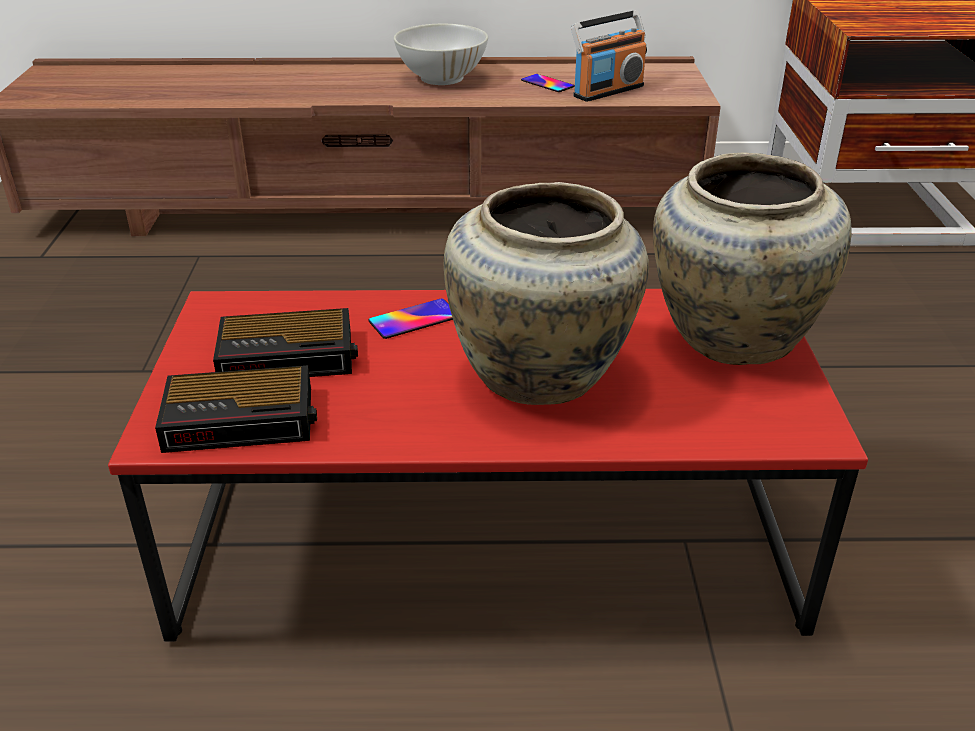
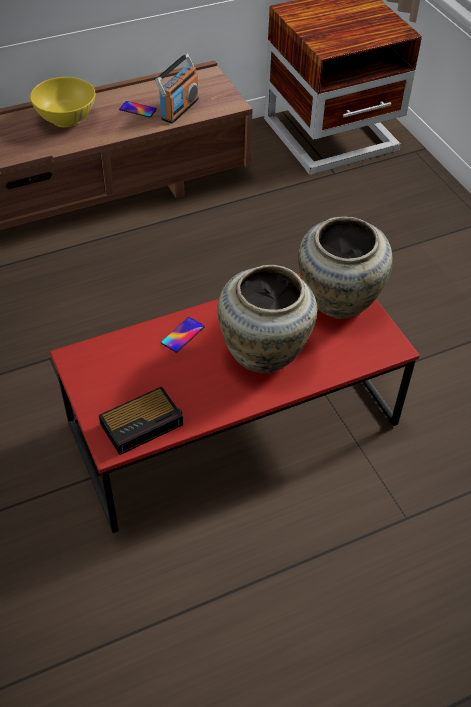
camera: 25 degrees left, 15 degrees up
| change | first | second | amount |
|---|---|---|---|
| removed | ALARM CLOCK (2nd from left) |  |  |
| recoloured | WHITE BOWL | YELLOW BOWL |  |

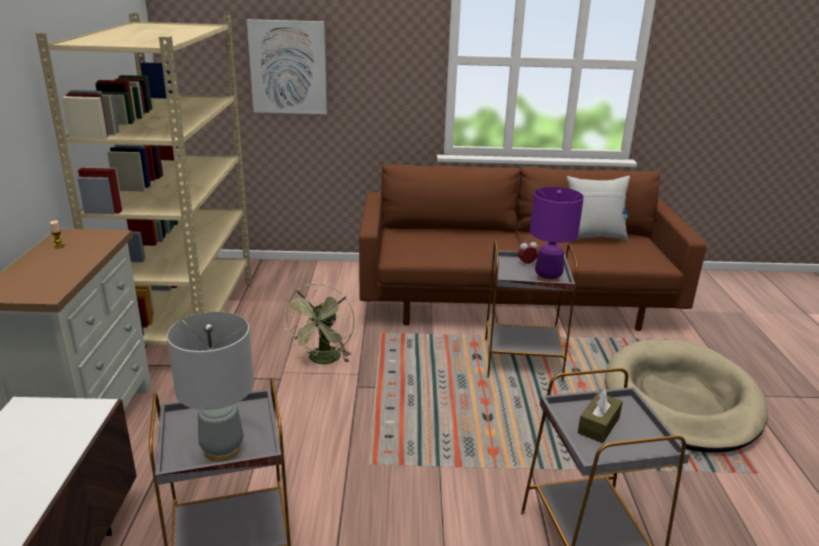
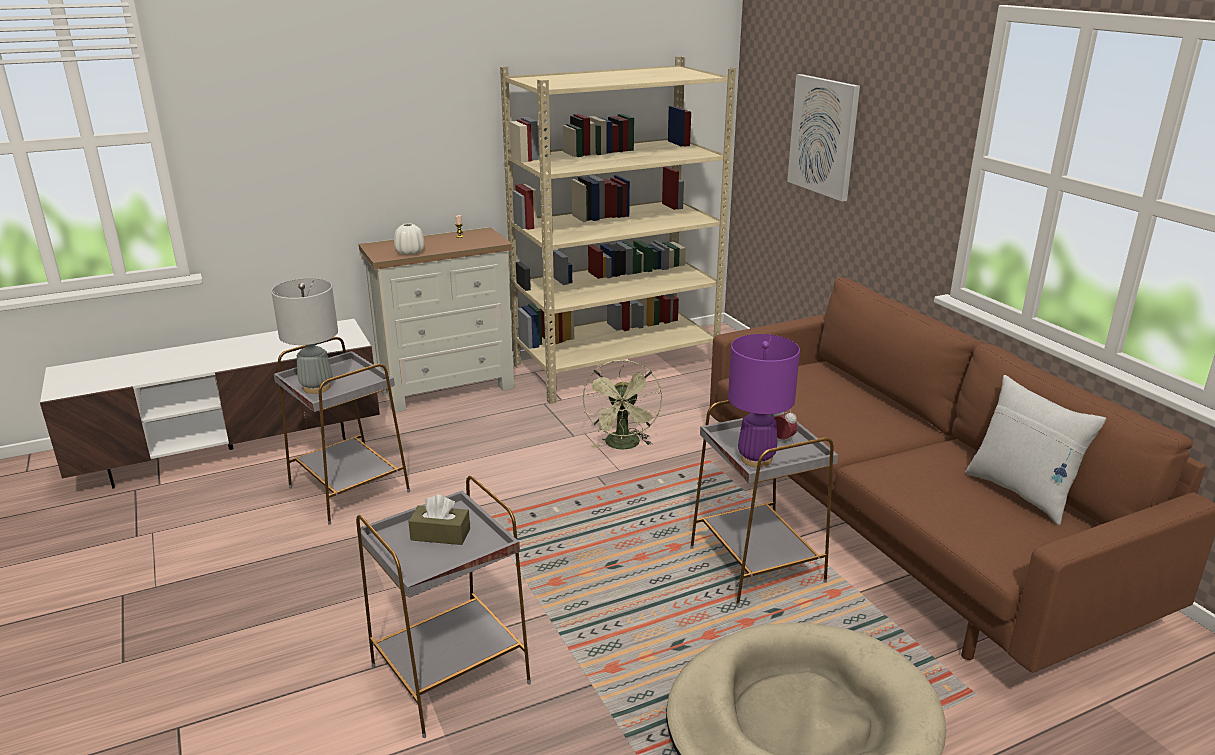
camera: 65 degrees right, 0 degrees up
| change | first | second | amount |
|---|---|---|---|
| turned | GREEN FAN |  | 75 degrees counterclockwise |
| added |  | WHITE VASE |  |

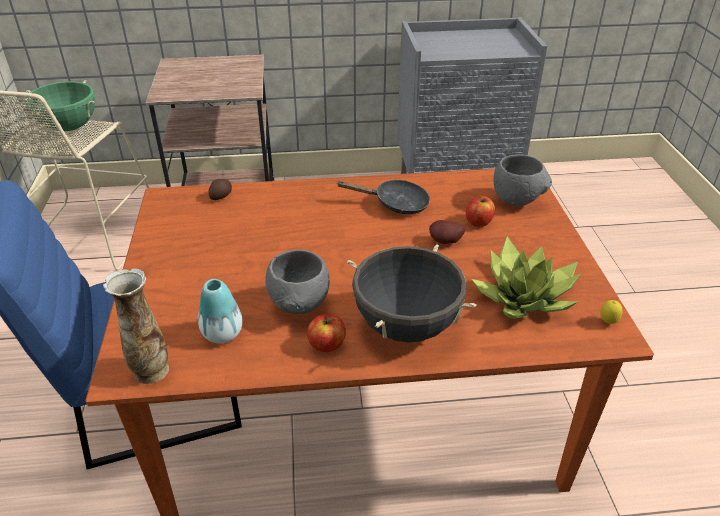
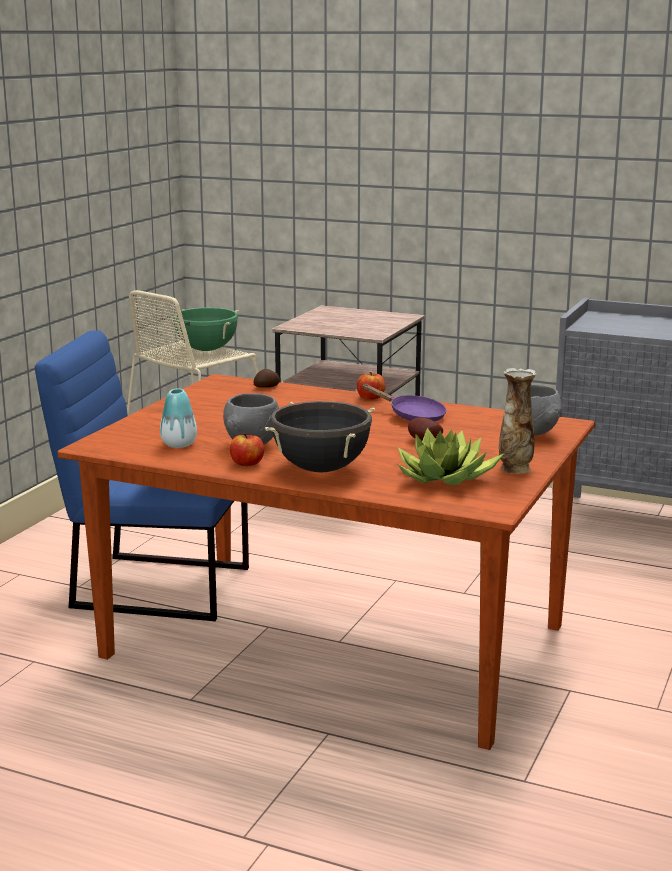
camera: 30 degrees right, 20 degrees down
| change | first | second | amount |
|---|---|---|---|
| moved | VASE (1st from left in the first image) | VASE (2nd from left) |  |
| recoloured | BLACK FRYING PAN | PURPLE FRYING PAN |  |
| moved | APPLE (2nd from left) |  |  |
| removed | LEMON |  |  |

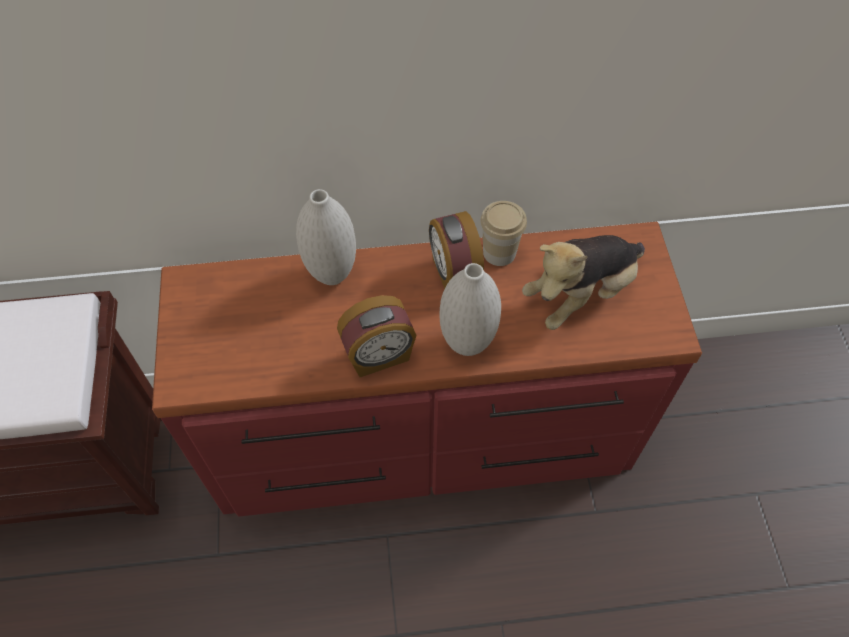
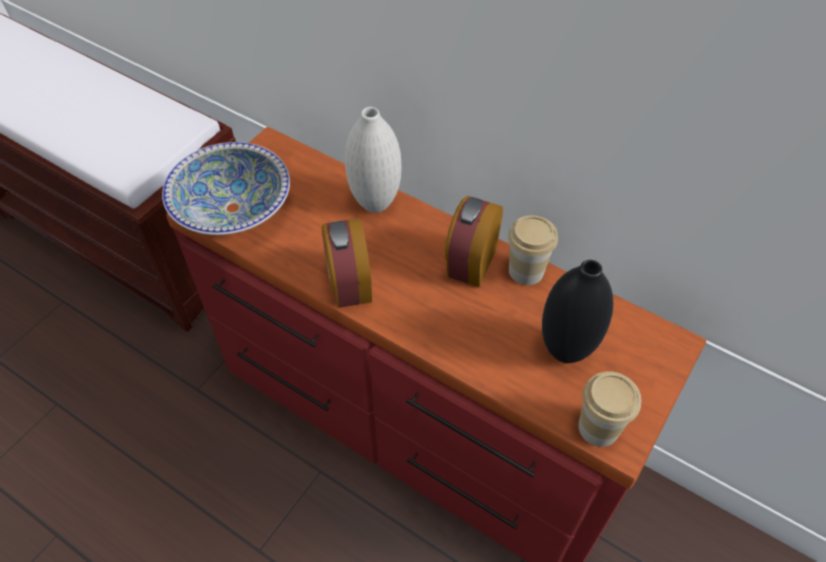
camera: 40 degrees right, 5 degrees down
| change | first | second | amount |
|---|---|---|---|
| turned | ALARM CLOCK (1st from left) |  | 60 degrees clockwise |
| removed | WHITE VASE (2nd from left) |  |  |
| replaced | PLUSH TOY | BLACK VASE |  |
| added |  | BOWL |  |
| added |  | CUP (2nd from left) |  |

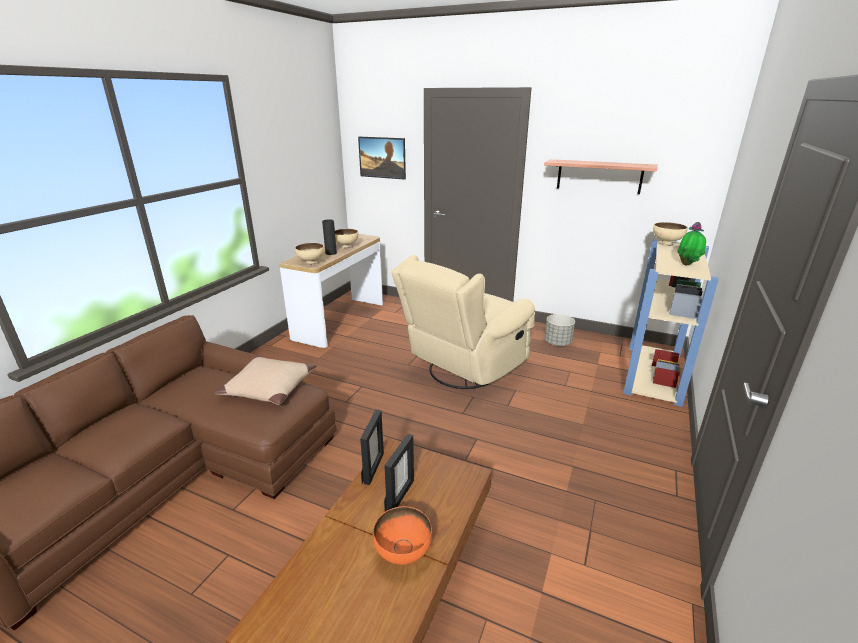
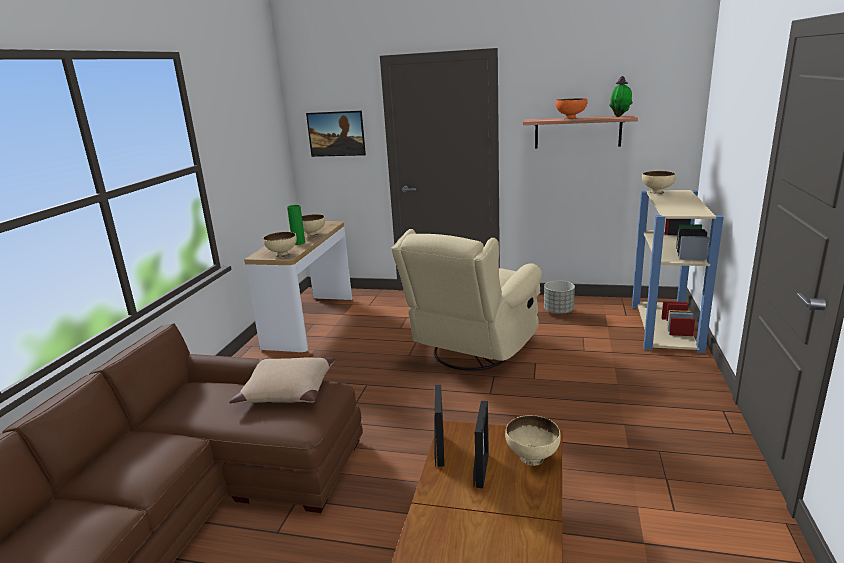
camera: 10 degrees left, 5 degrees down
| change | first | second | amount |
|---|---|---|---|
| recoloured | BLACK VASE | GREEN VASE |  |
| moved | ORANGE BOWL |  |  |
| moved | POTTED PLANT |  |  |
| added |  | BEIGE BOWL (3rd from left) |  |

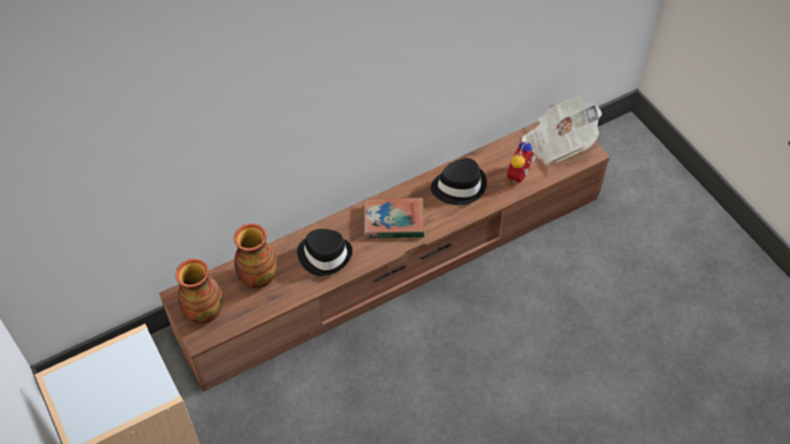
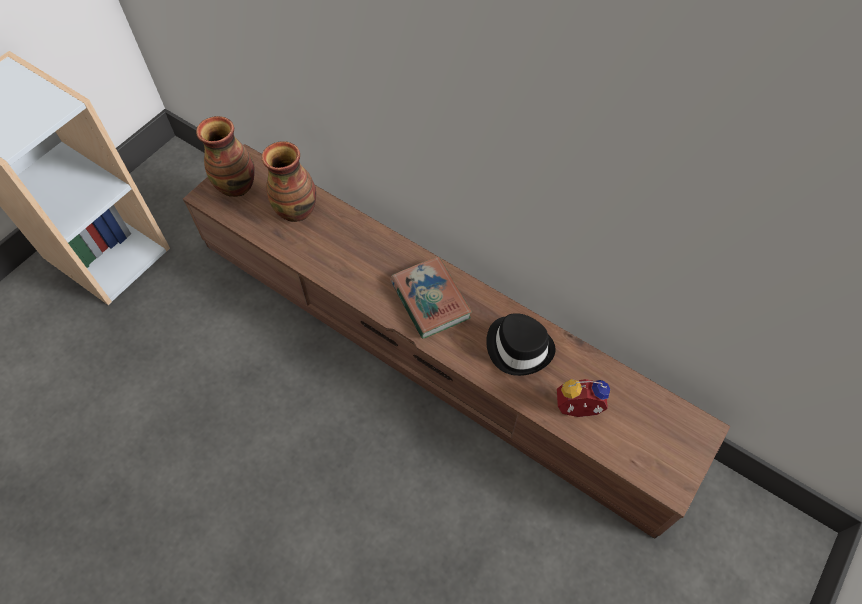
camera: 65 degrees right, 5 degrees up
| change | first | second | amount |
|---|---|---|---|
| removed | BLACK HAT (1st from left) |  |  |
| removed | NEWSPAPER |  |  |

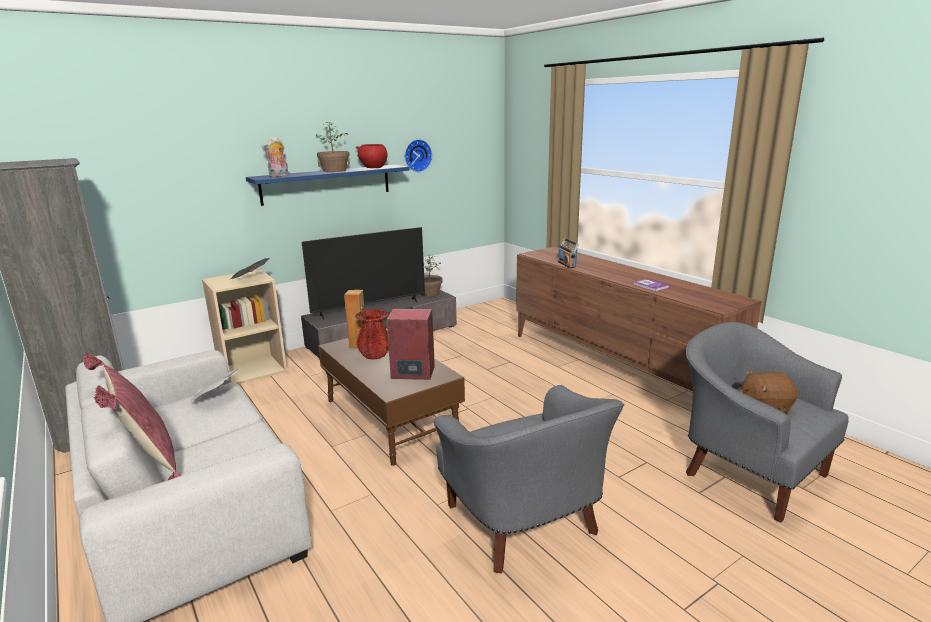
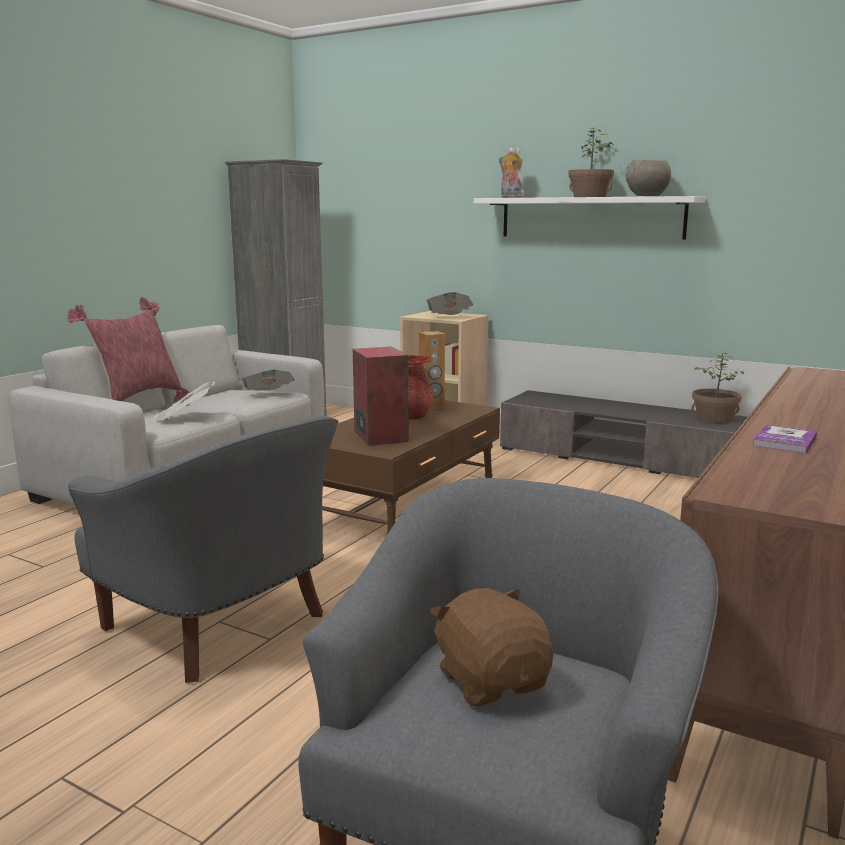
camera: 65 degrees right, 5 degrees down
| change | first | second | amount |
|---|---|---|---|
| recoloured | BLUE SHELF | WHITE SHELF |  |
| removed | TELEVISION |  |  |
| recoloured | RED BOWL | GREY BOWL |  |
| removed | WALL CLOCK |  |  |
| turned | GREY ARMCHAIR (1st from left) |  | 90 degrees counterclockwise |
| removed | RADIO |  |  |
| added |  | NEWSPAPER (1st from left) |  |

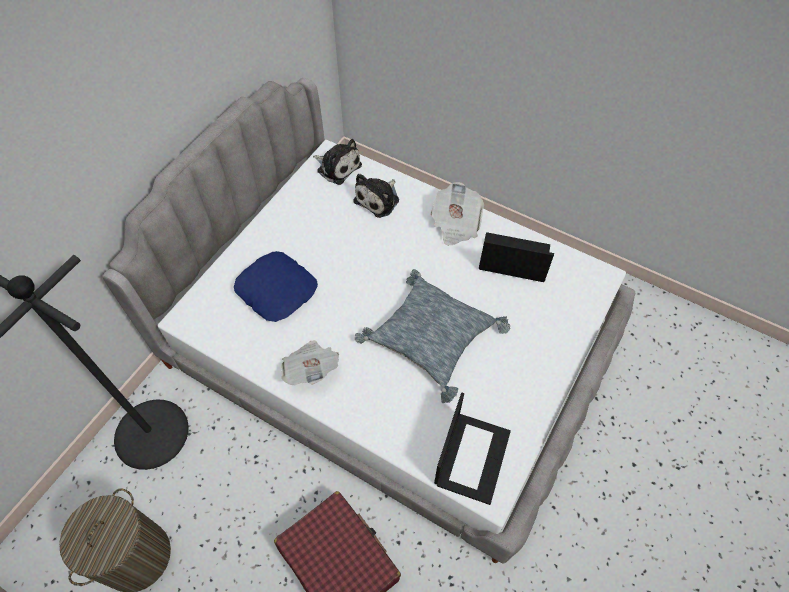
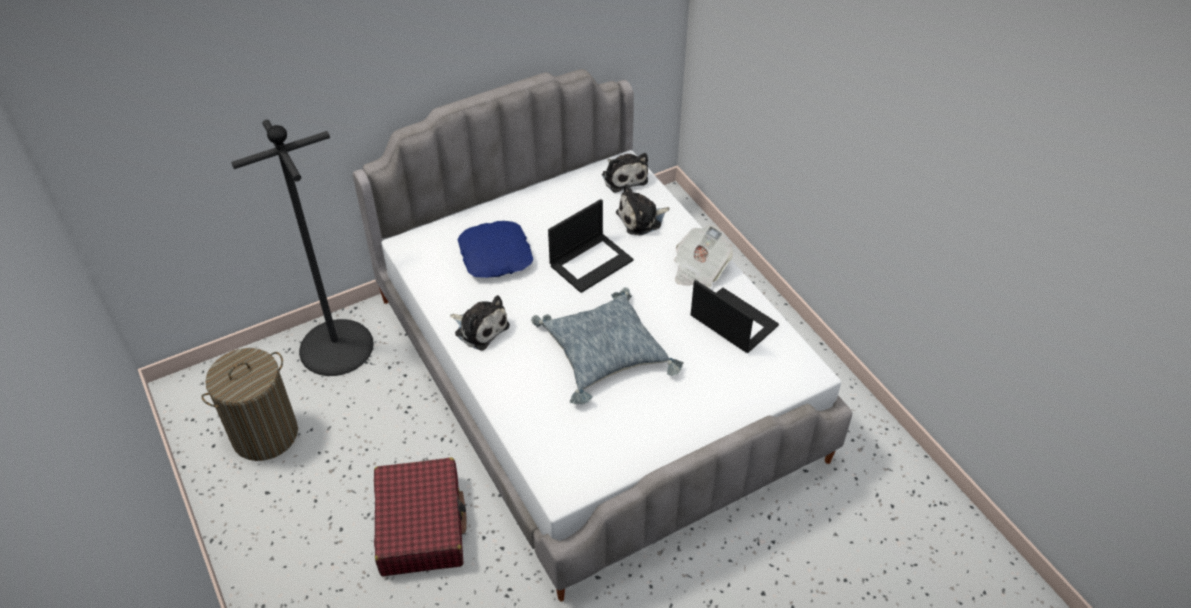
camera: 30 degrees right, 10 degrees down
| change | first | second | amount |
|---|---|---|---|
| replaced | NEWSPAPER (1st from left) | PLUSH TOY (1st from left) |  |
| moved | LAPTOP (1st from left) |  |  |

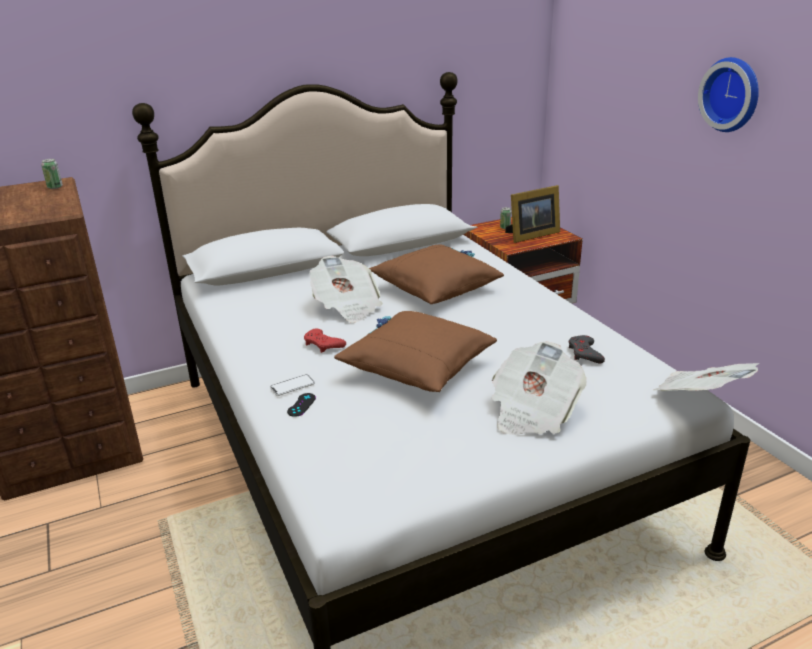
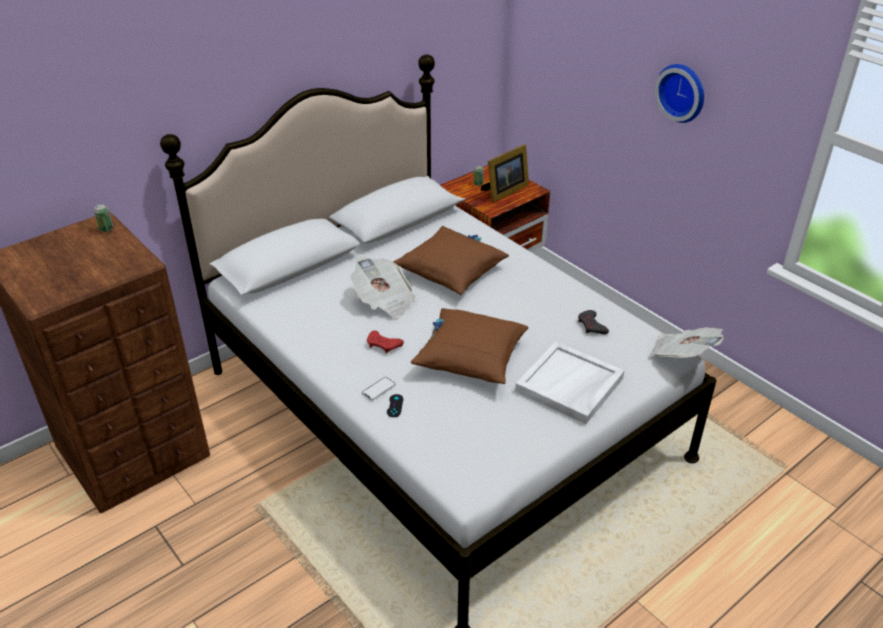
camera: 15 degrees left, 10 degrees up
| change | first | second | amount |
|---|---|---|---|
| replaced | NEWSPAPER (2nd from left) | WHITE TRAY |  |

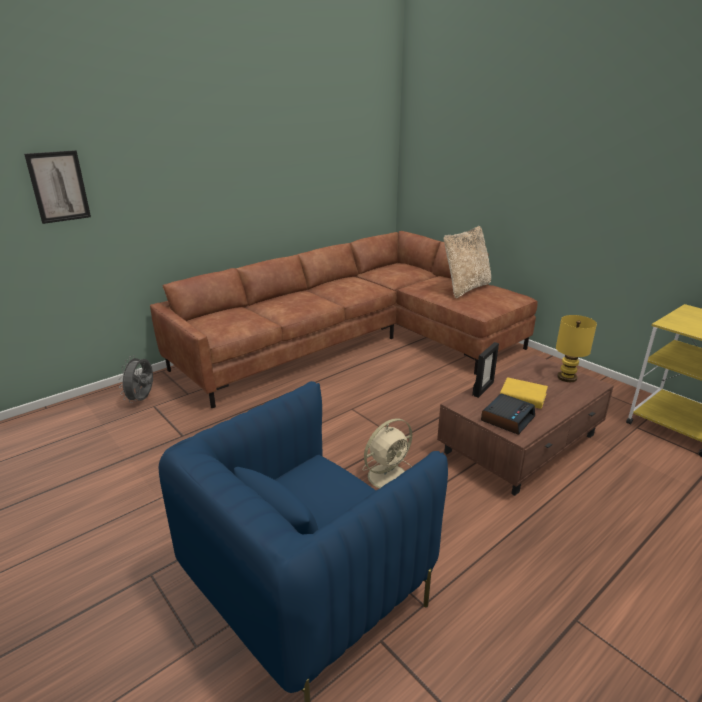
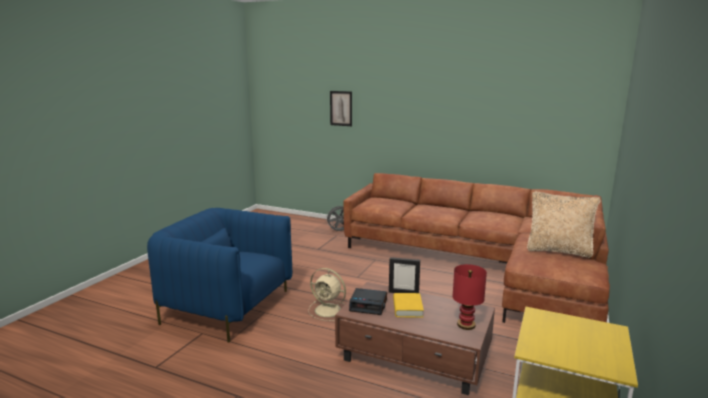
camera: 65 degrees right, 10 degrees down
| change | first | second | amount |
|---|---|---|---|
| recoloured | YELLOW TABLE LAMP | RED TABLE LAMP |  |

